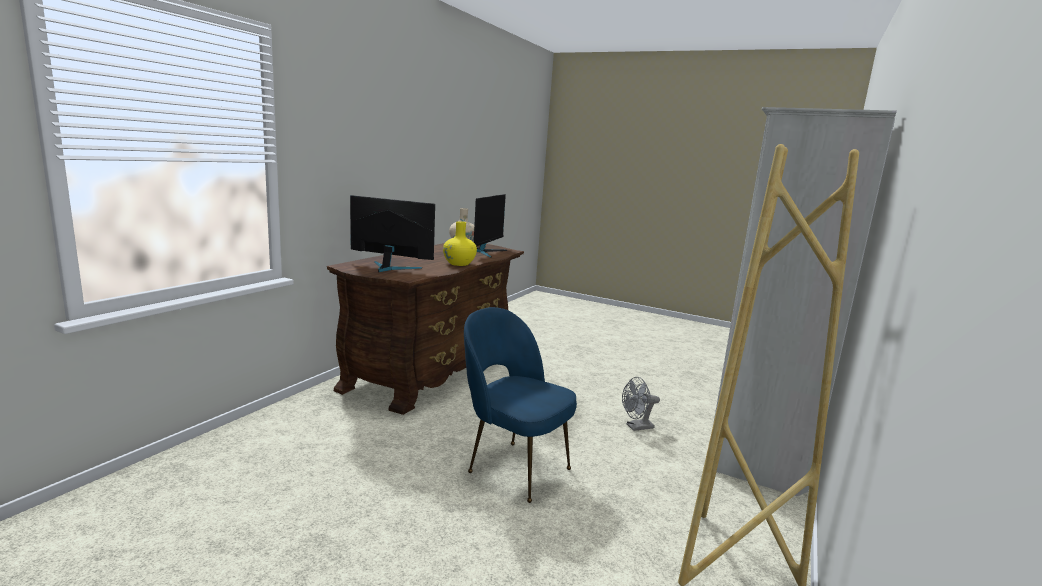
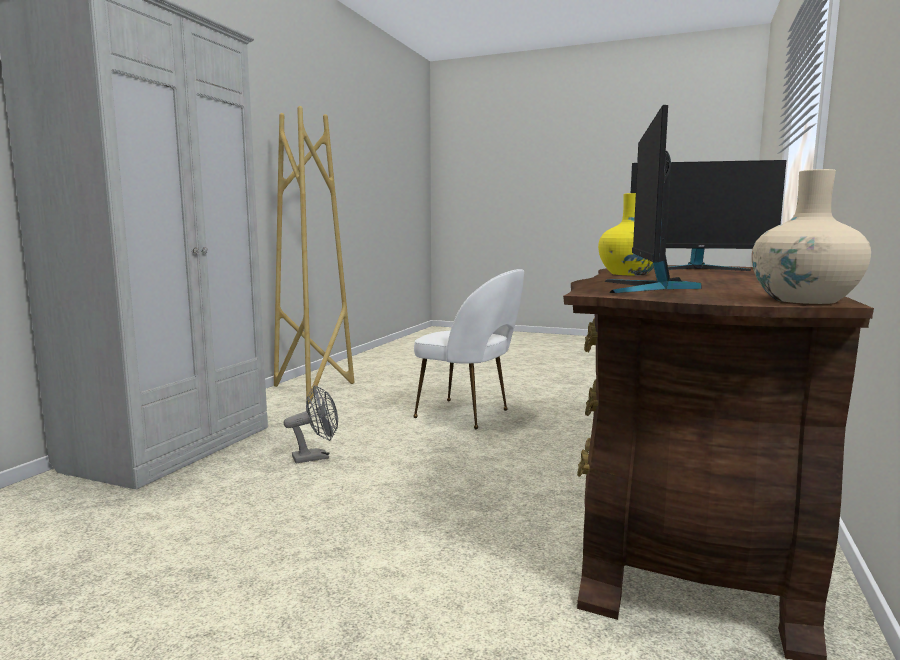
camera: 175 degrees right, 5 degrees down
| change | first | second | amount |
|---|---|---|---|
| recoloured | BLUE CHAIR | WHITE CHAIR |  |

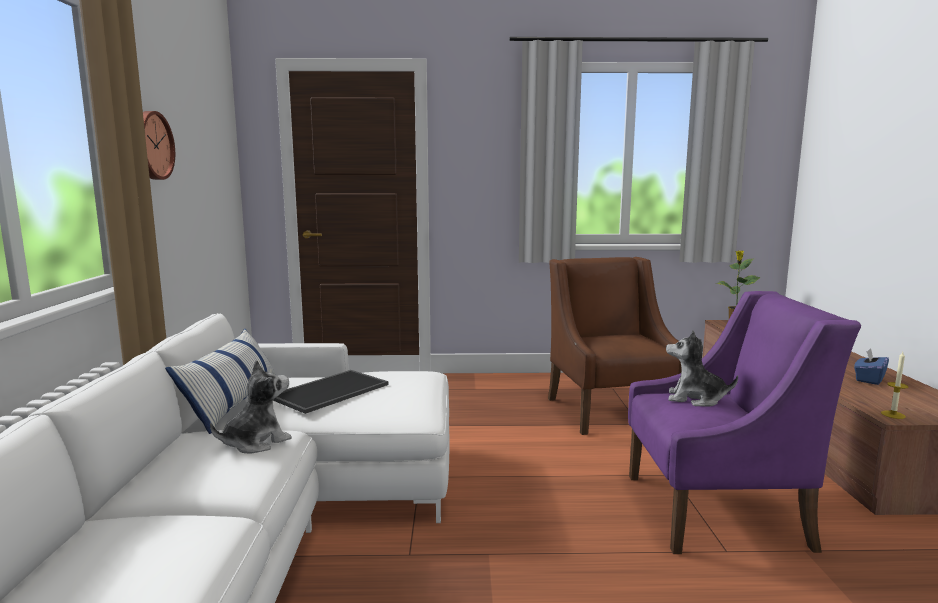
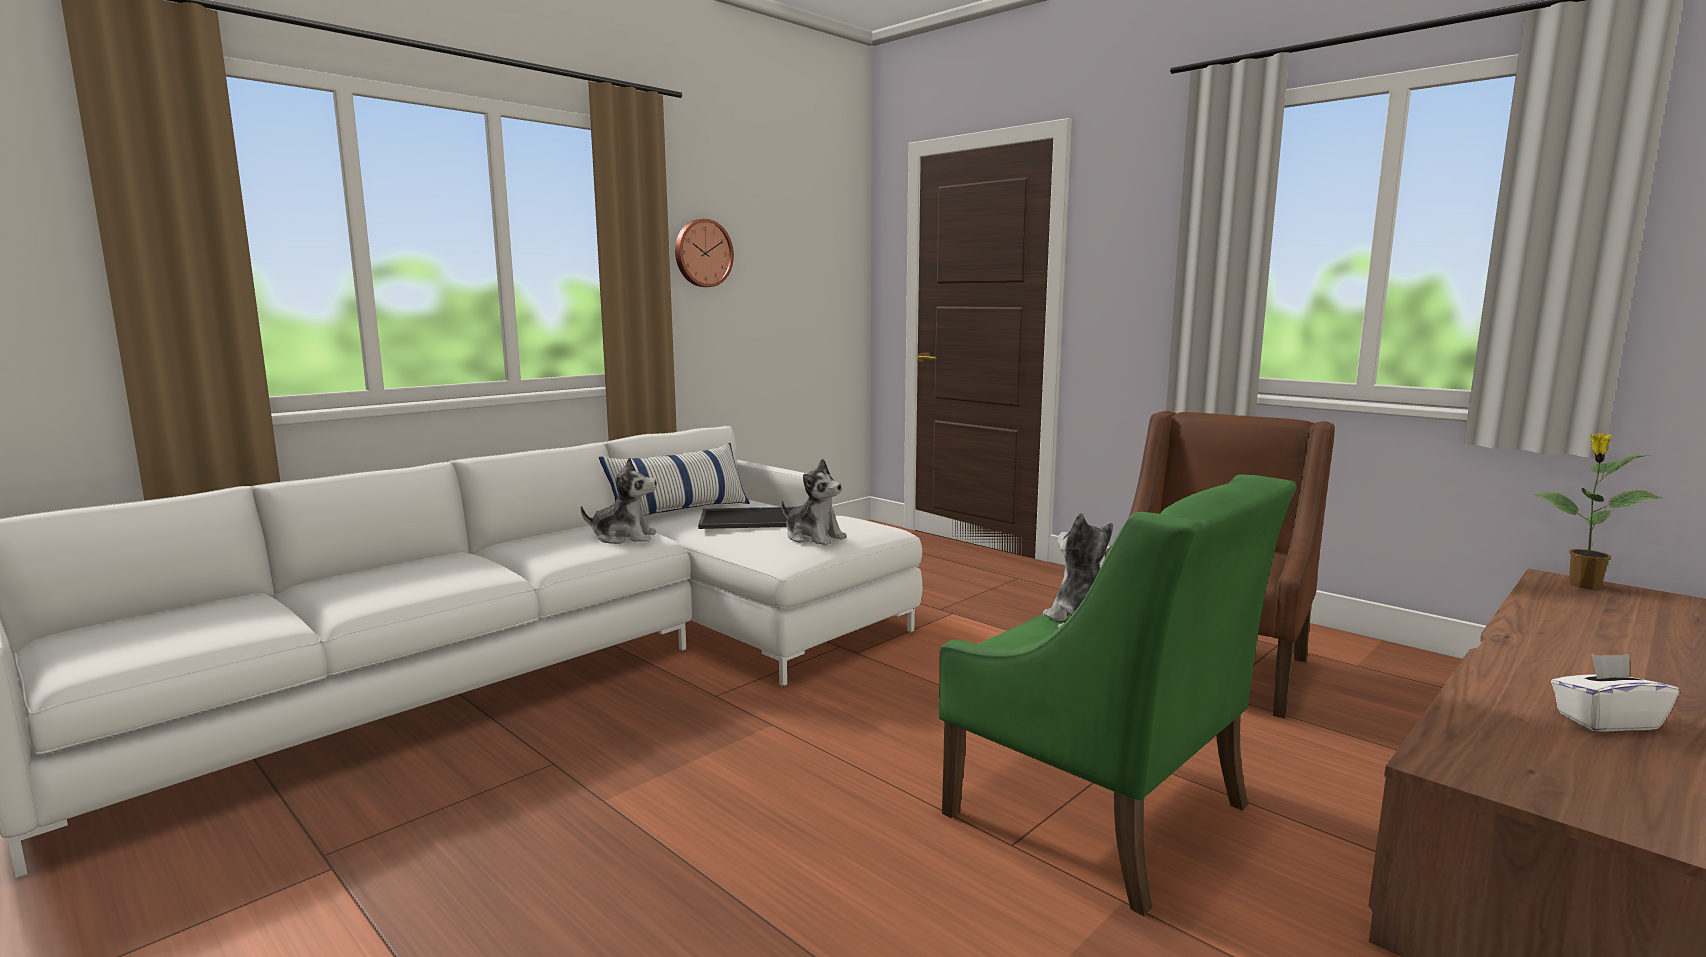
camera: 45 degrees right, 0 degrees up
| change | first | second | amount |
|---|---|---|---|
| recoloured | PURPLE ARMCHAIR | GREEN ARMCHAIR |  |
| recoloured | BLUE TISSUE BOX | WHITE TISSUE BOX |  |
| removed | CANDLE |  |  |
| added |  | PLUSH TOY (2nd from left) |  |

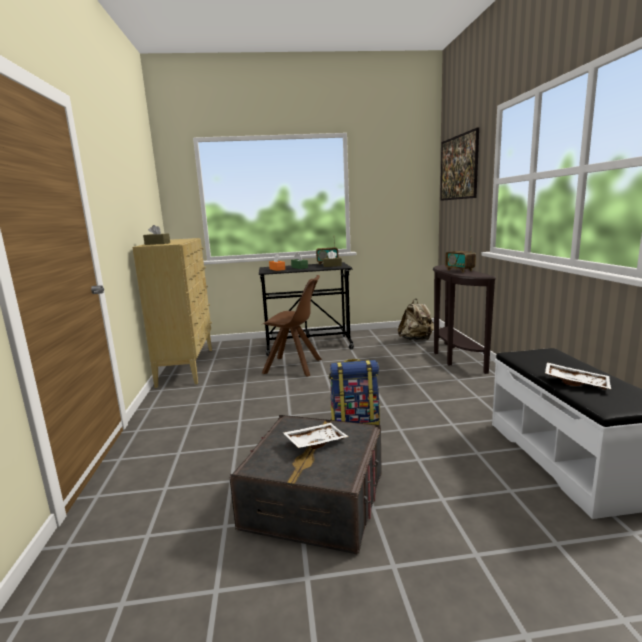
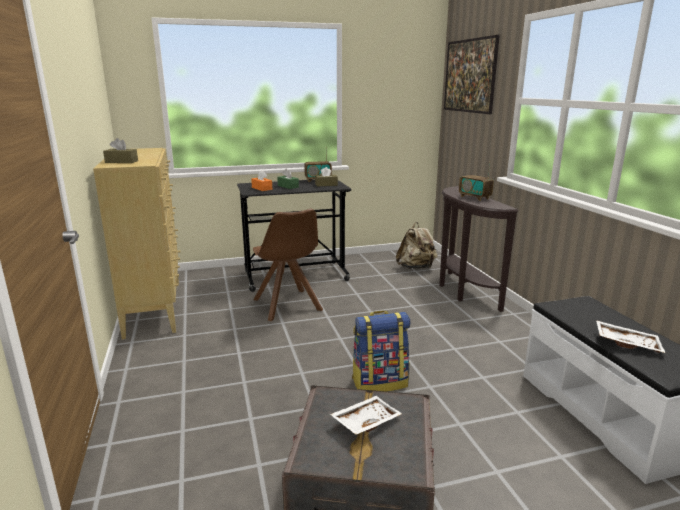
camera: 10 degrees left, 5 degrees up
| change | first | second | amount |
|---|---|---|---|
| turned | BROWN CHAIR |  | 60 degrees clockwise |

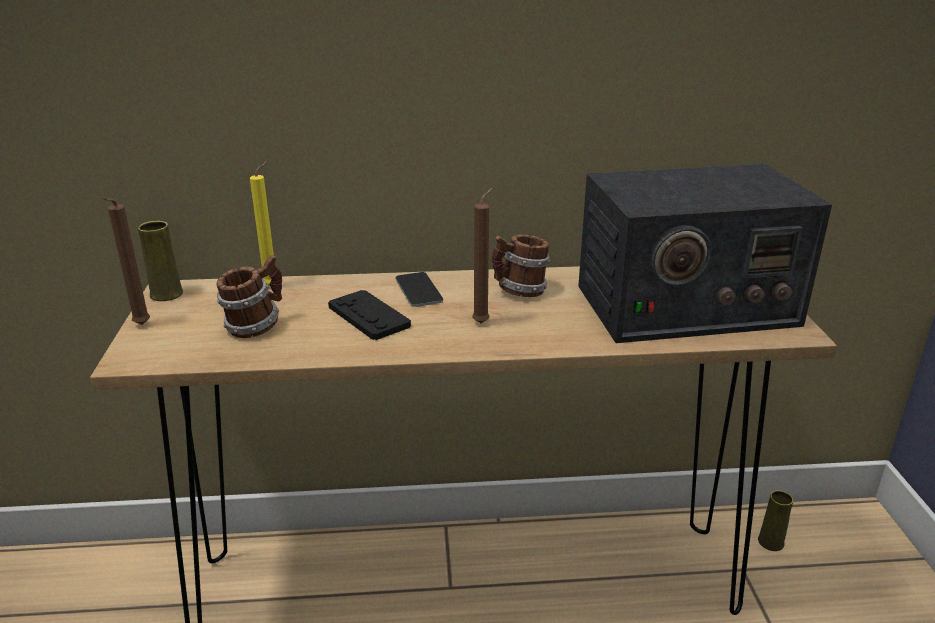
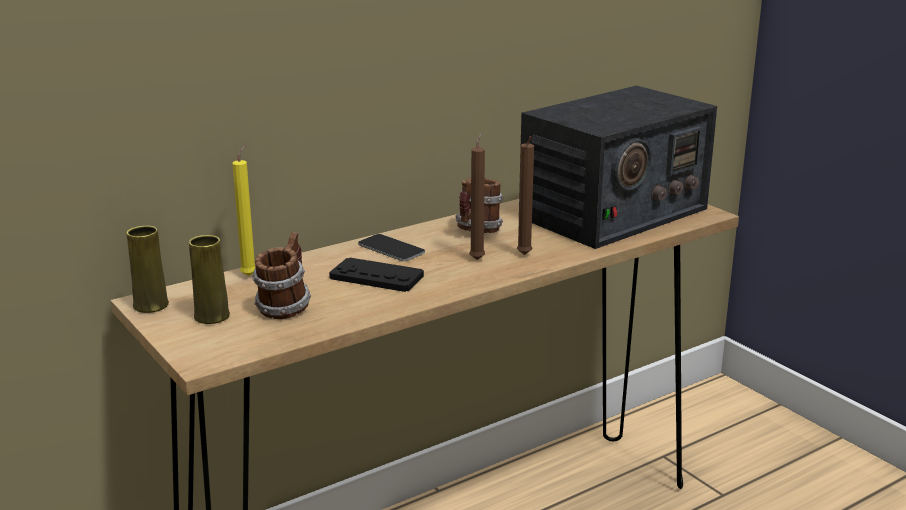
camera: 30 degrees left, 5 degrees down
| change | first | second | amount |
|---|---|---|---|
| moved | BROWN CANDLE (1st from left in the first image) | BROWN CANDLE (2nd from left) |  |
| moved | YELLOW VASE (2nd from left) |  |  |

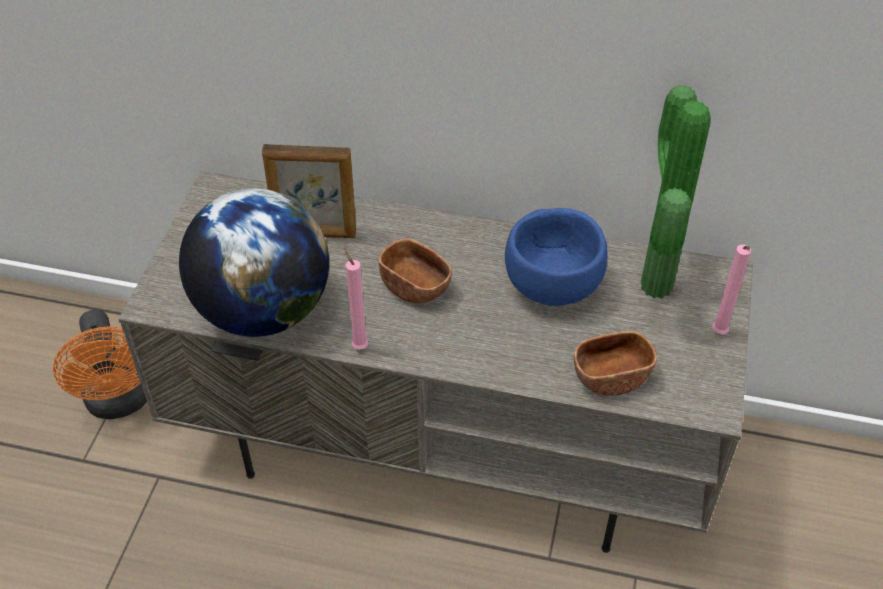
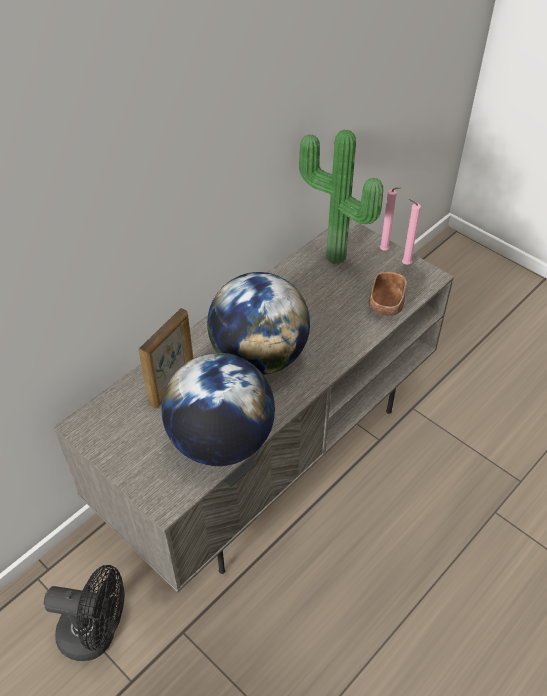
camera: 60 degrees left, 0 degrees up
| change | first | second | amount |
|---|---|---|---|
| recoloured | ORANGE FAN | BLACK FAN |  |
| moved | PINK CANDLE (1st from left in the first image) | PINK CANDLE (2nd from left) |  |
| replaced | BROWN BOWL (1st from left) | GLOBE (2nd from left) |  |
| removed | BLUE BOWL |  |  |

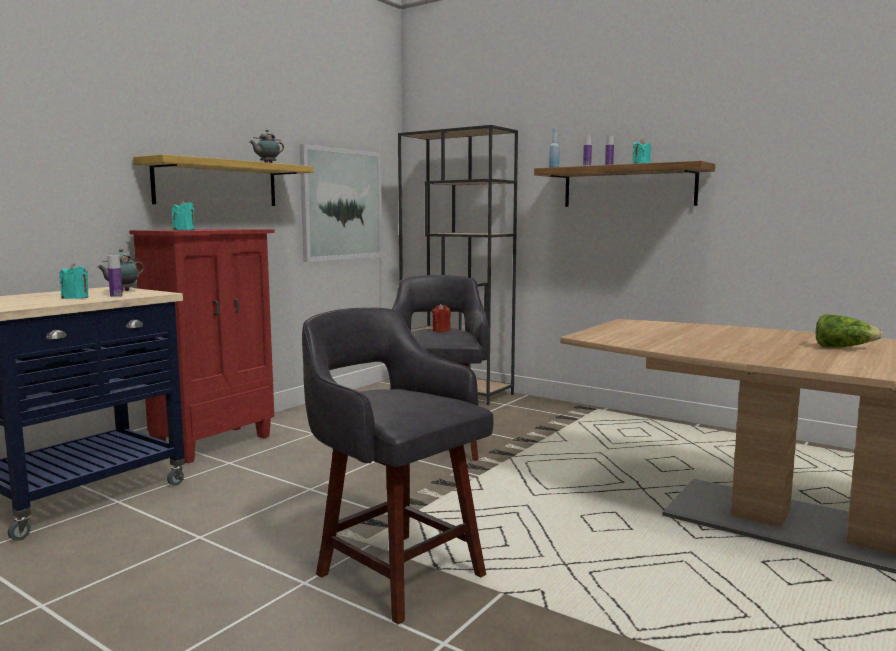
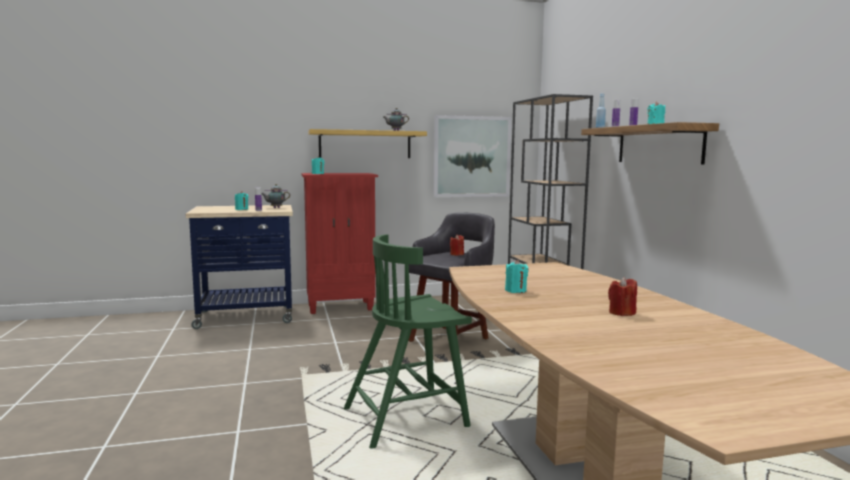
camera: 40 degrees right, 0 degrees up
| change | first | second | amount |
|---|---|---|---|
| removed | GREY STOOL (1st from left) |  |  |
| replaced | LETTUCE | RED CANDLE (2nd from left) |  |
| added |  | GREEN CHAIR |  |
| added |  | TURQUOISE CANDLE (3rd from left) |  |

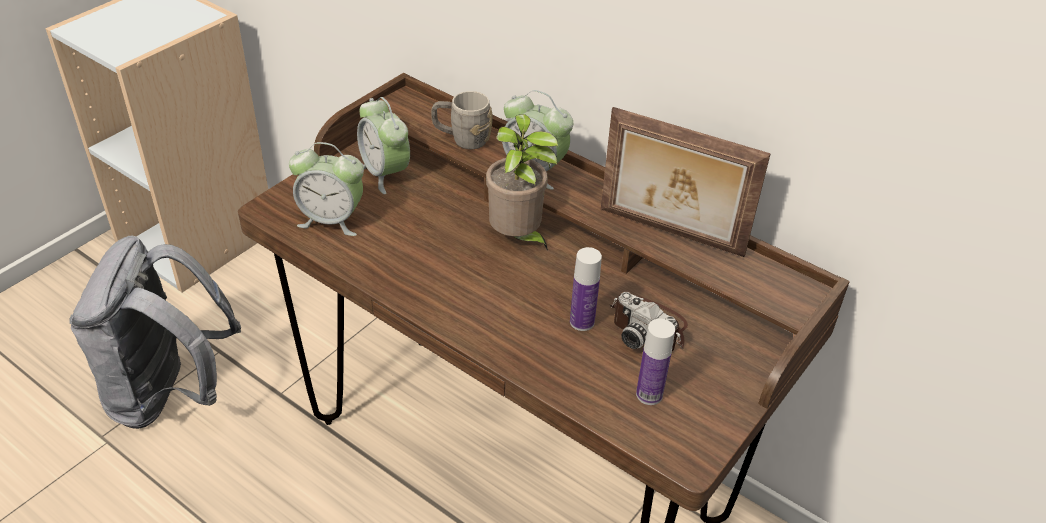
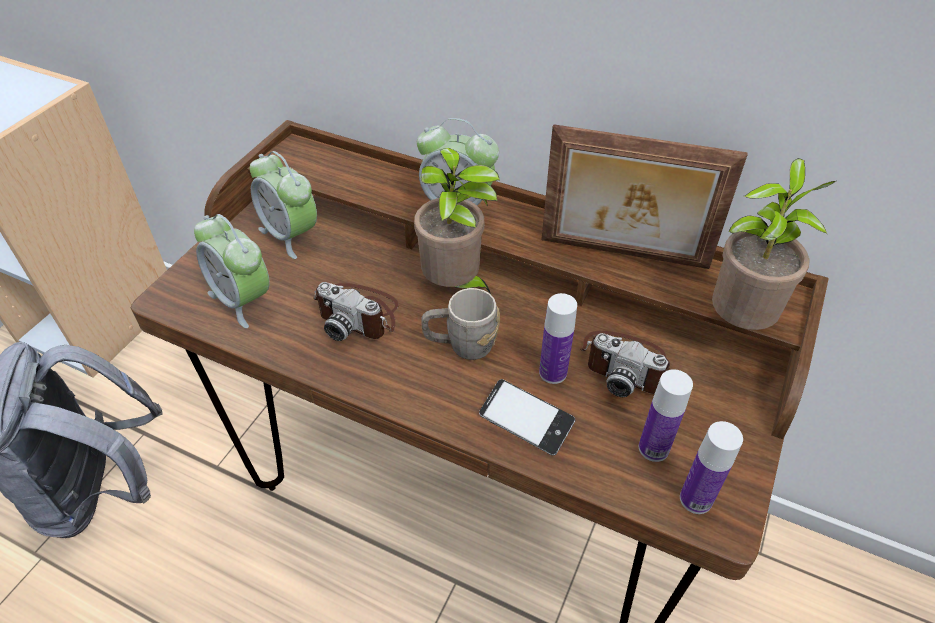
camera: 10 degrees left, 5 degrees up
| change | first | second | amount |
|---|---|---|---|
| turned | ALARM CLOCK (1st from left) |  | 45 degrees clockwise |
| moved | GREY MUG |  |  |
| added |  | PHOTO CAMERA (1st from left) |  |
| added |  | PHONE |  |
| added |  | BOTTLE (3rd from left) |  |
| added |  | POTTED PLANT (2nd from left) |  |

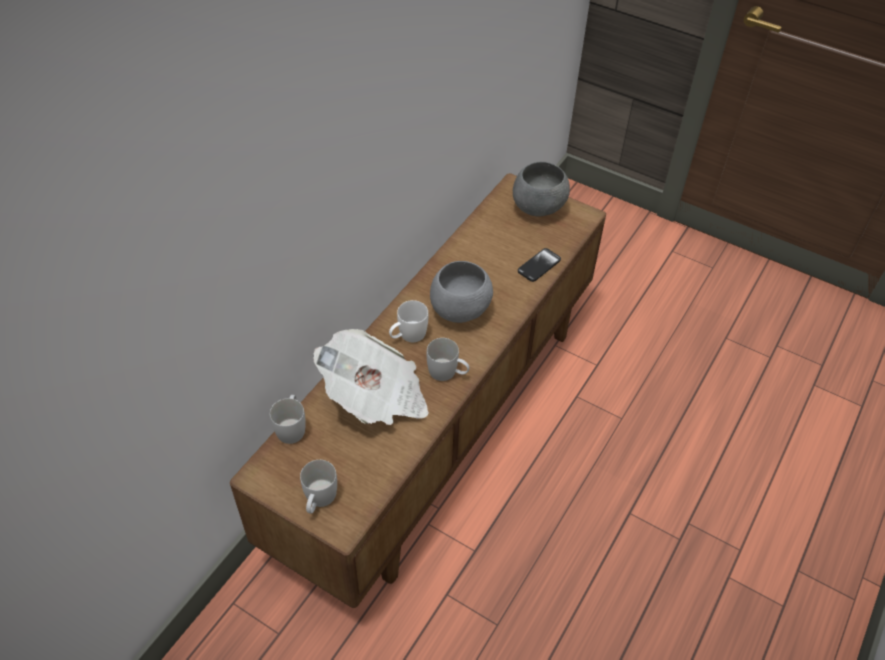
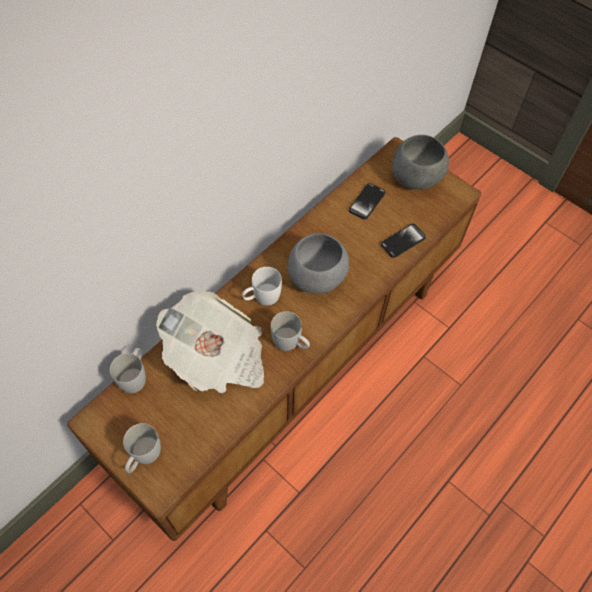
camera: 10 degrees right, 10 degrees up
| change | first | second | amount |
|---|---|---|---|
| added |  | PHONE (1st from left) |  |

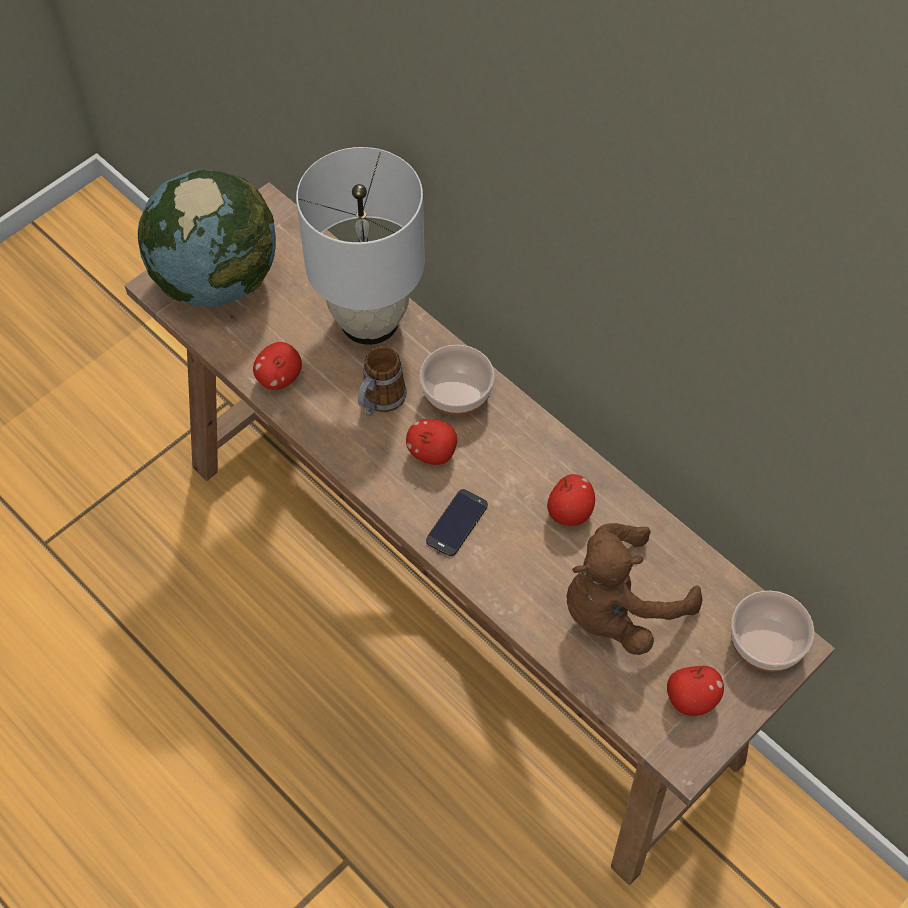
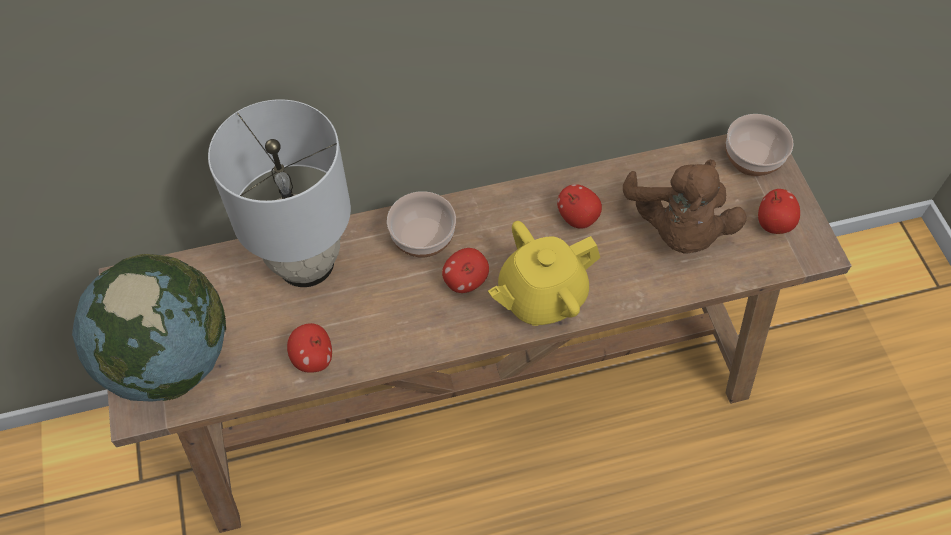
camera: 60 degrees left, 0 degrees up
| change | first | second | amount |
|---|---|---|---|
| removed | MUG |  |  |
| replaced | PHONE | YELLOW TEAPOT |  |

